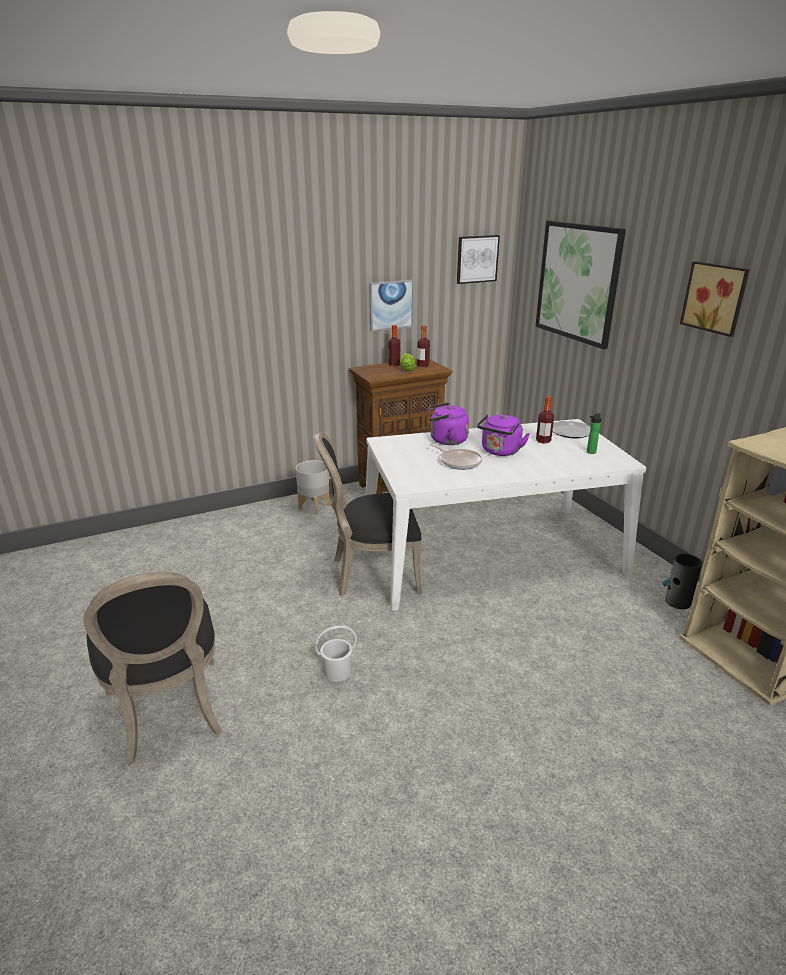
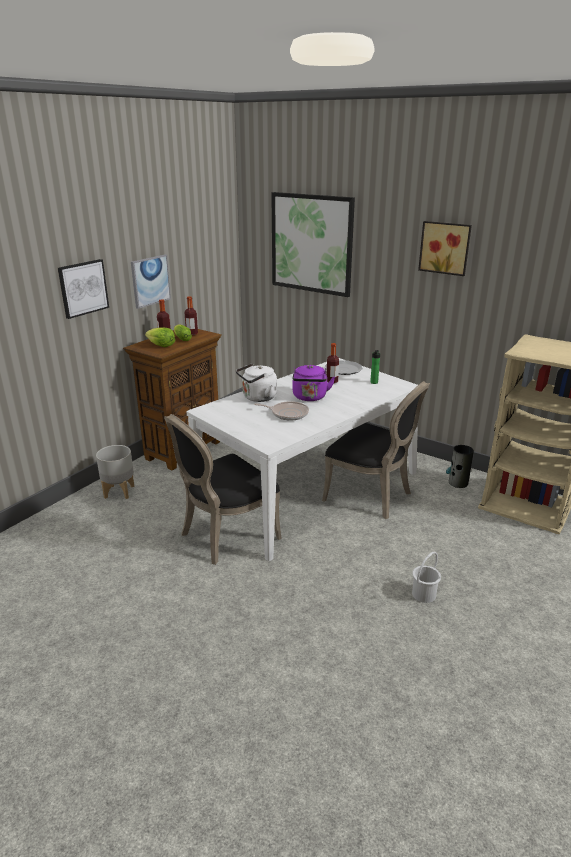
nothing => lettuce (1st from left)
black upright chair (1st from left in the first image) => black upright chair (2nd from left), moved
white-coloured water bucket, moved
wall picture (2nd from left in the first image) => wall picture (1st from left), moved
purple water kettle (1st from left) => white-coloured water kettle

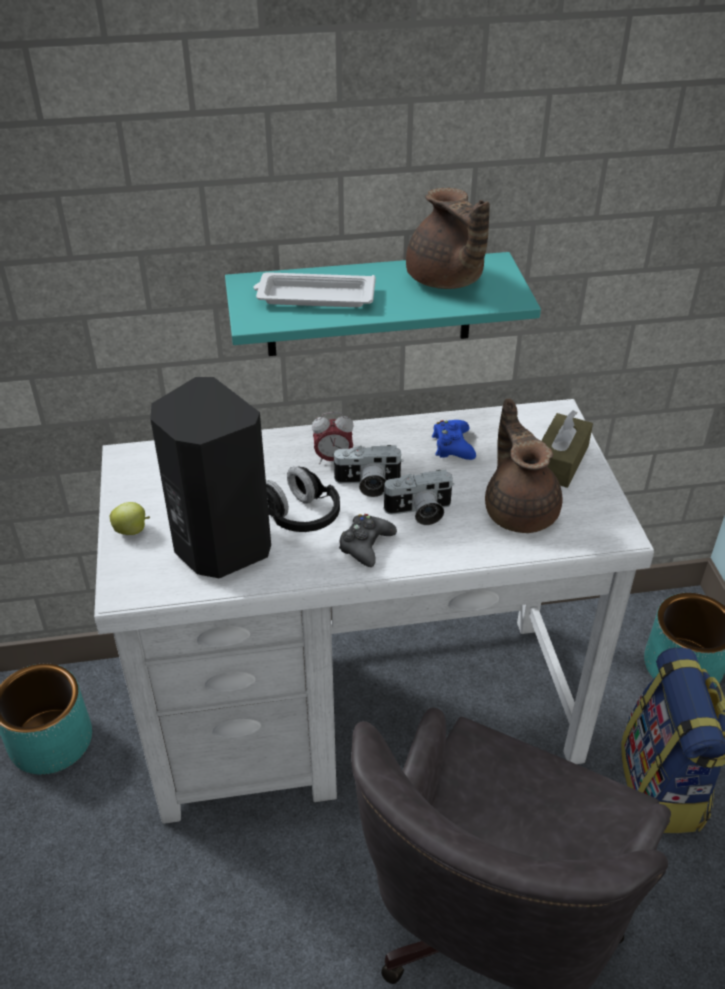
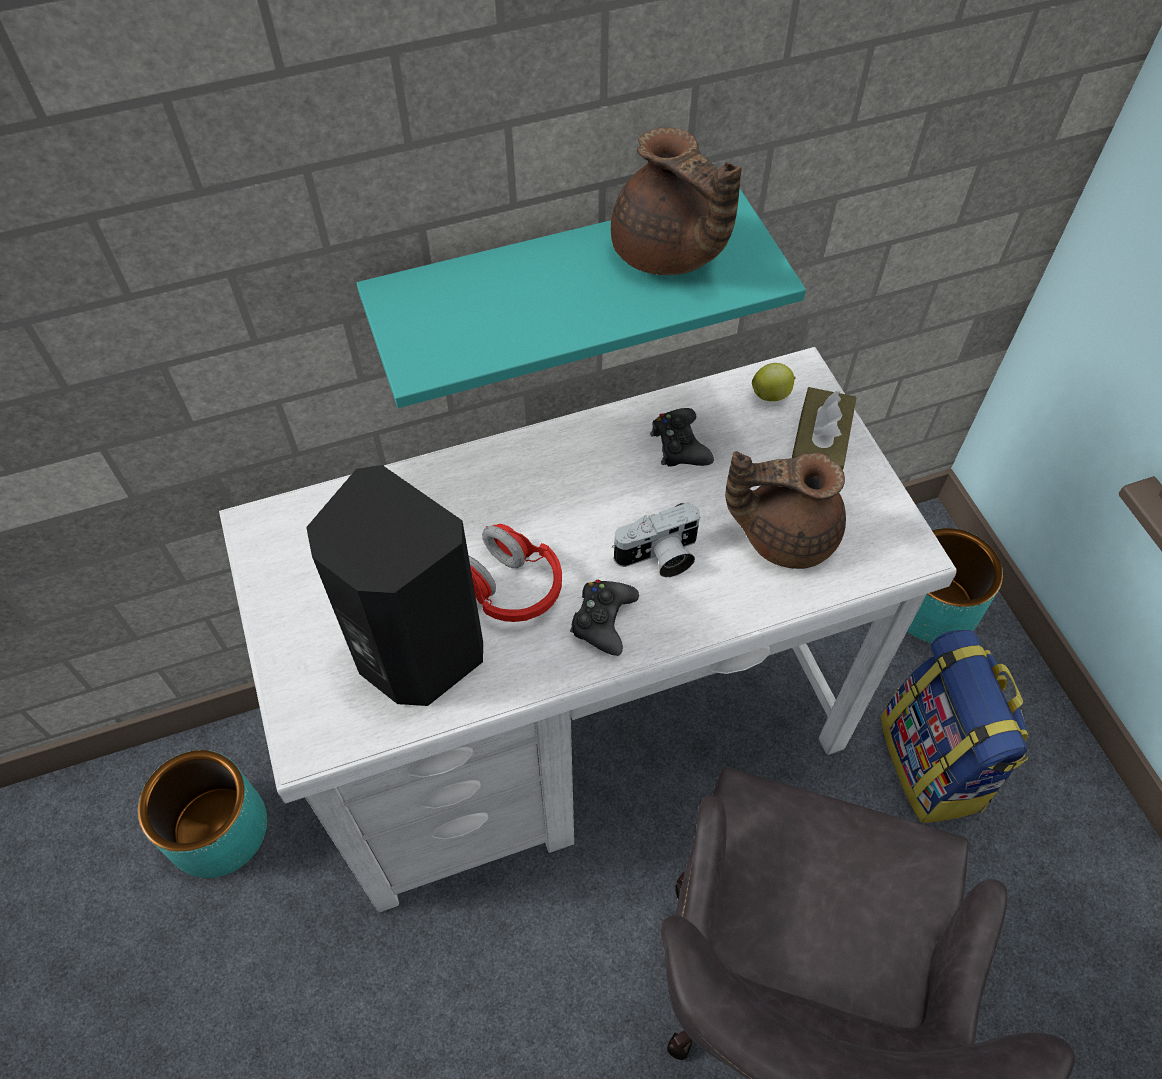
white-coloured serving tray => nothing
table clock => nothing
photo camera (1st from left) => nothing
whole apple, moved
black headset => reddish headset
blue-coloured joypad => black joypad (2nd from left)
brown-coloured teapot (2nd from left), 60 degrees counterclockwise

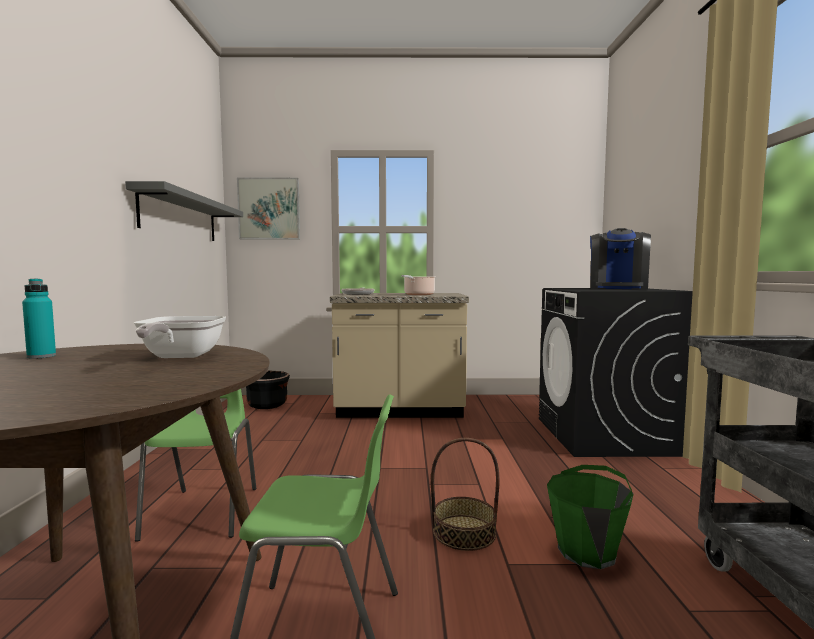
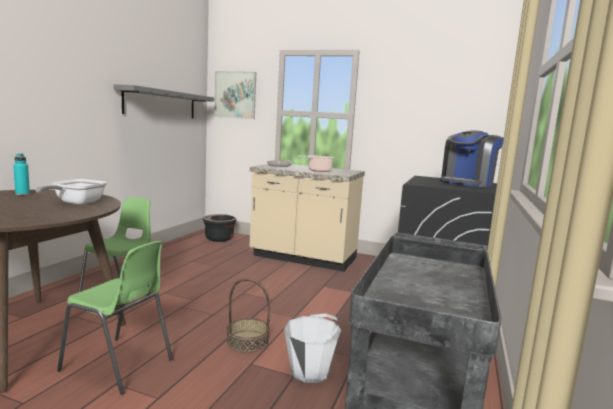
greenish water bucket => white-coloured water bucket

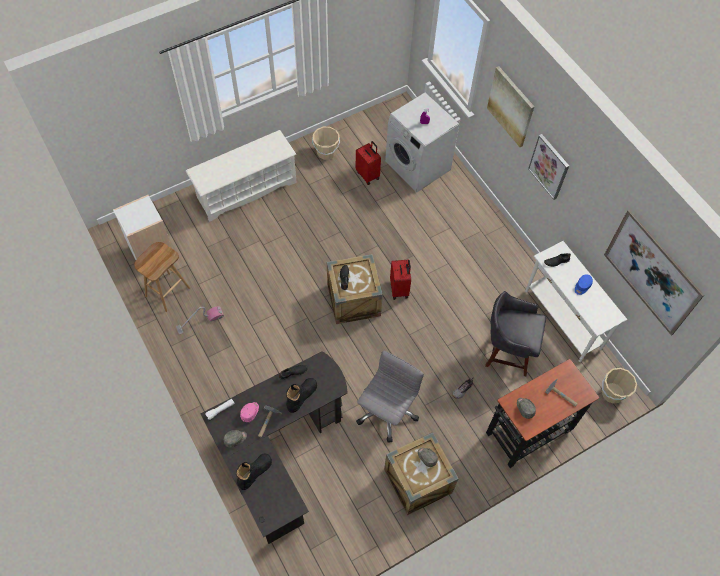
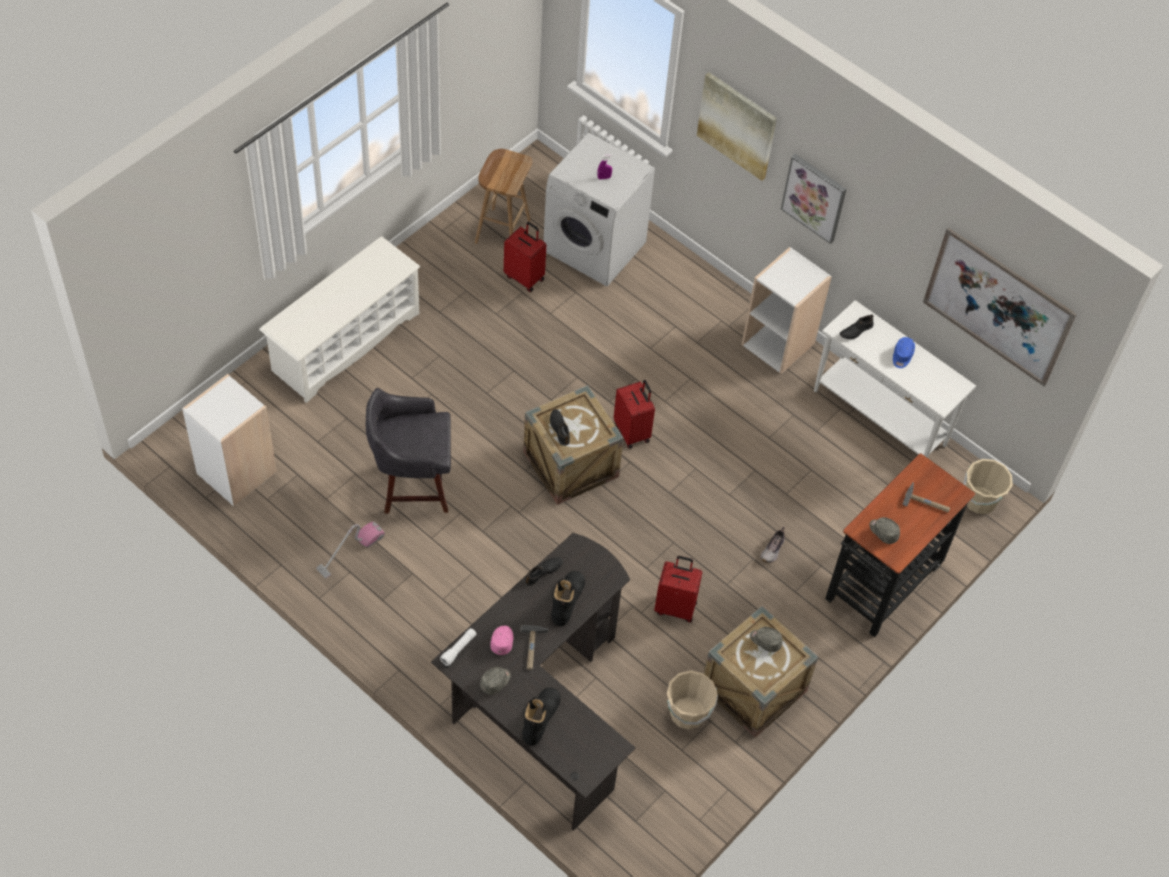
nothing => bookcase (2nd from left)
brown-coloured sitting stool, moved
sand-coloured water bucket (1st from left), moved
grey sitting stool, moved
grey office chair => reddish piece of luggage (3rd from left)

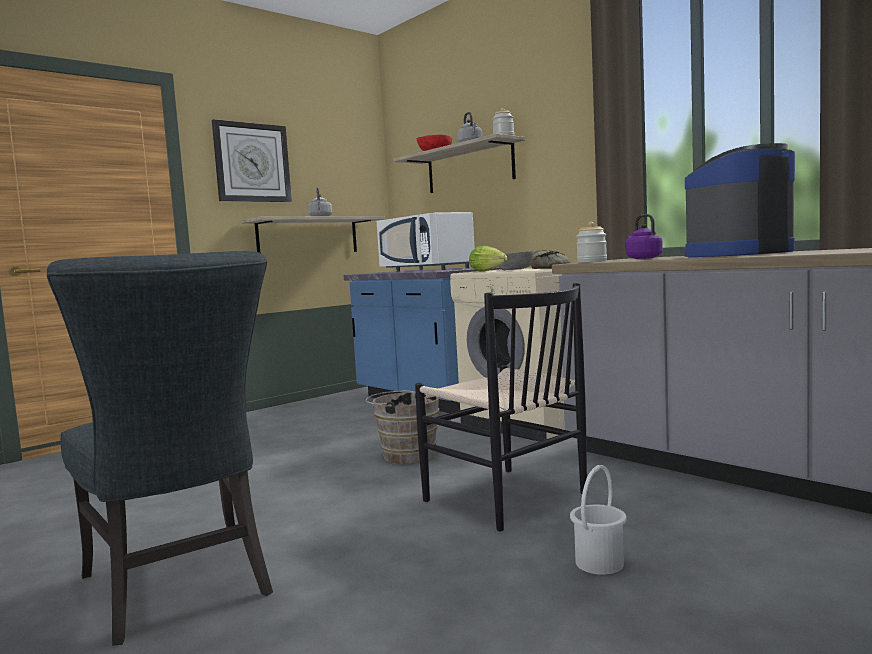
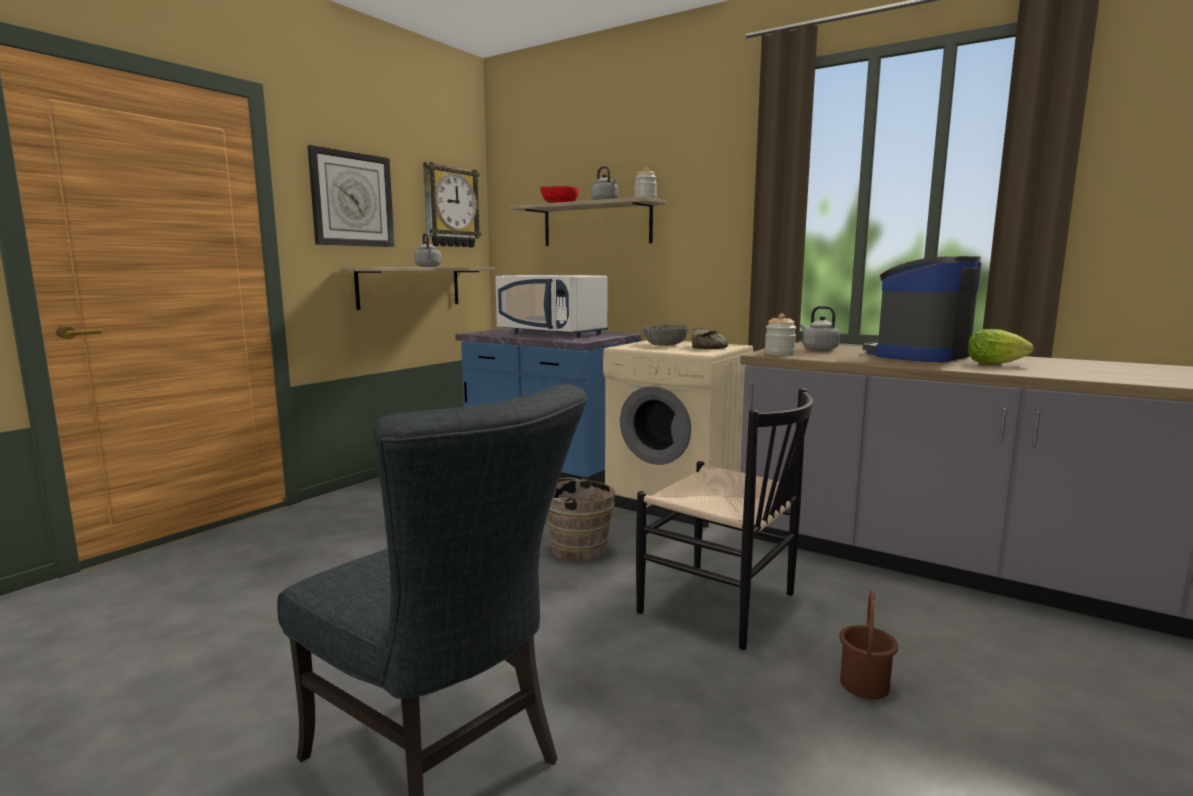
nothing => wall clock (2nd from left)
lettuce, moved
white-coloured water bucket => brown-coloured water bucket (2nd from left)
purple water kettle => grey water kettle (3rd from left)

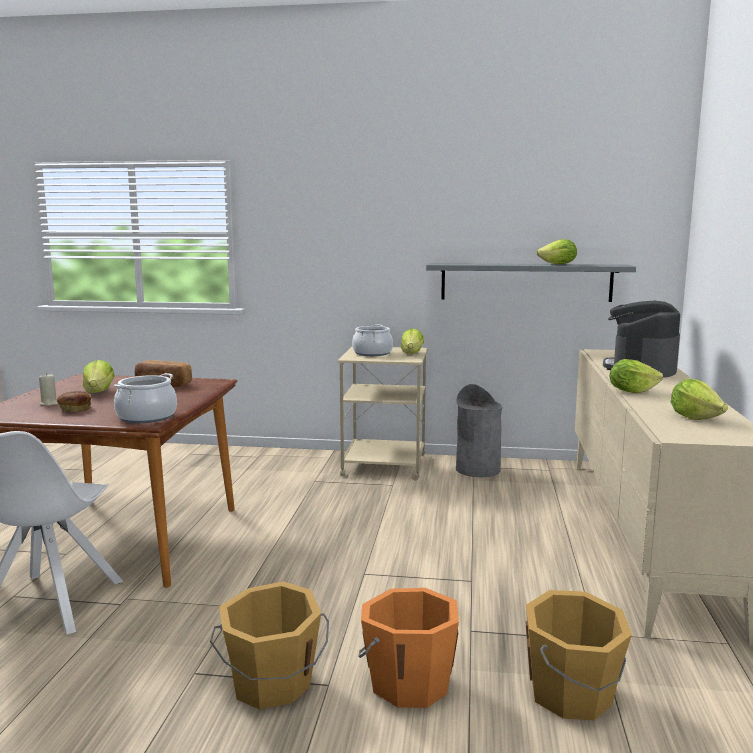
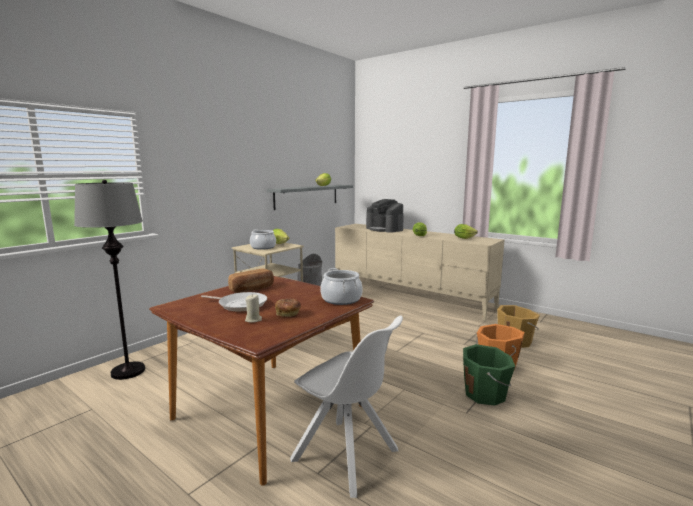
nothing => grey standard lamp
lettuce (1st from left) => skillet
orangey water bucket (1st from left) => greenish water bucket

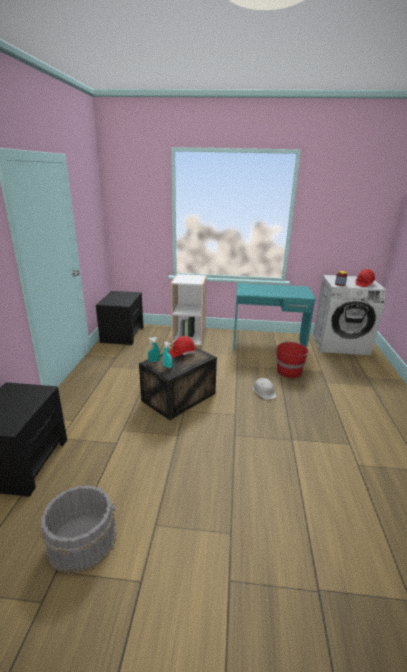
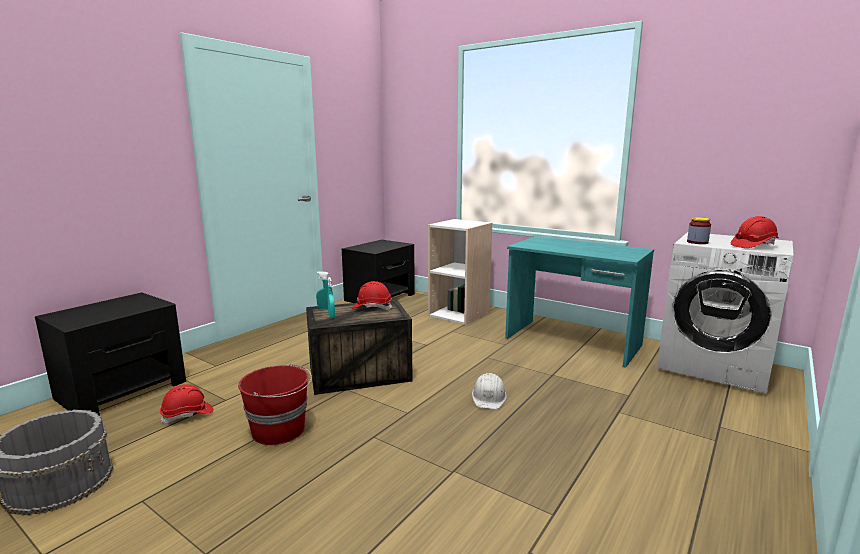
nothing => reddish safety helmet (1st from left)
reddish water bucket, moved

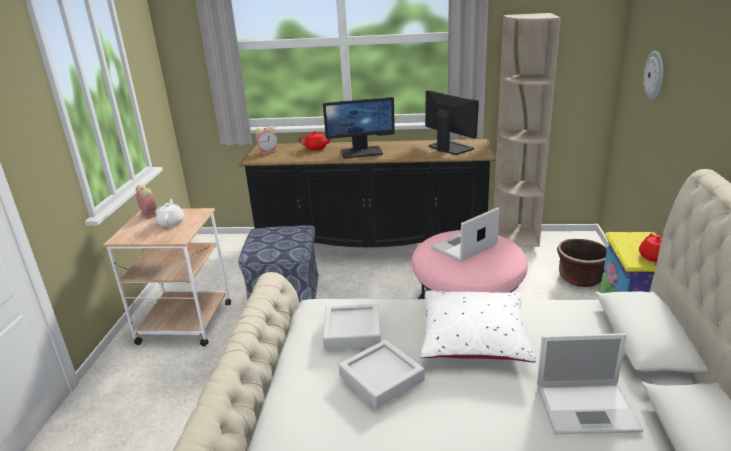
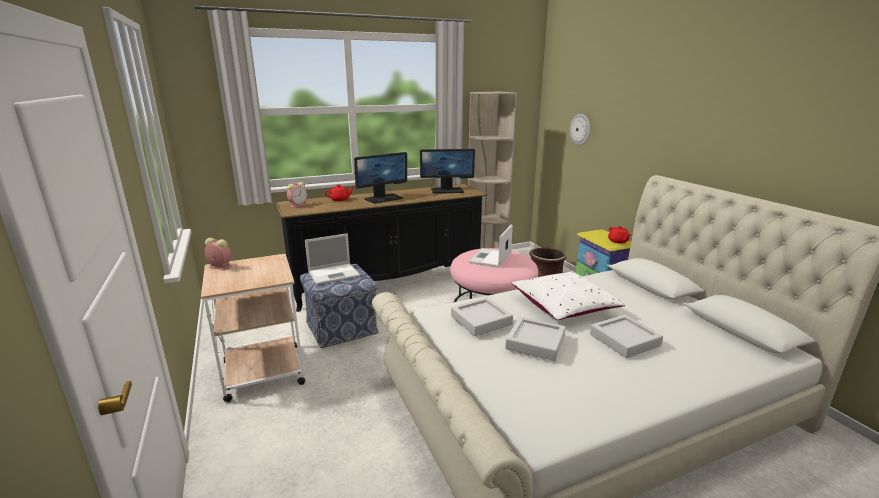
white-coloured teapot => nothing
nothing => grey serving tray (3rd from left)
laptop (2nd from left in the first image) => laptop (1st from left), moved
monitor (2nd from left), 150 degrees clockwise

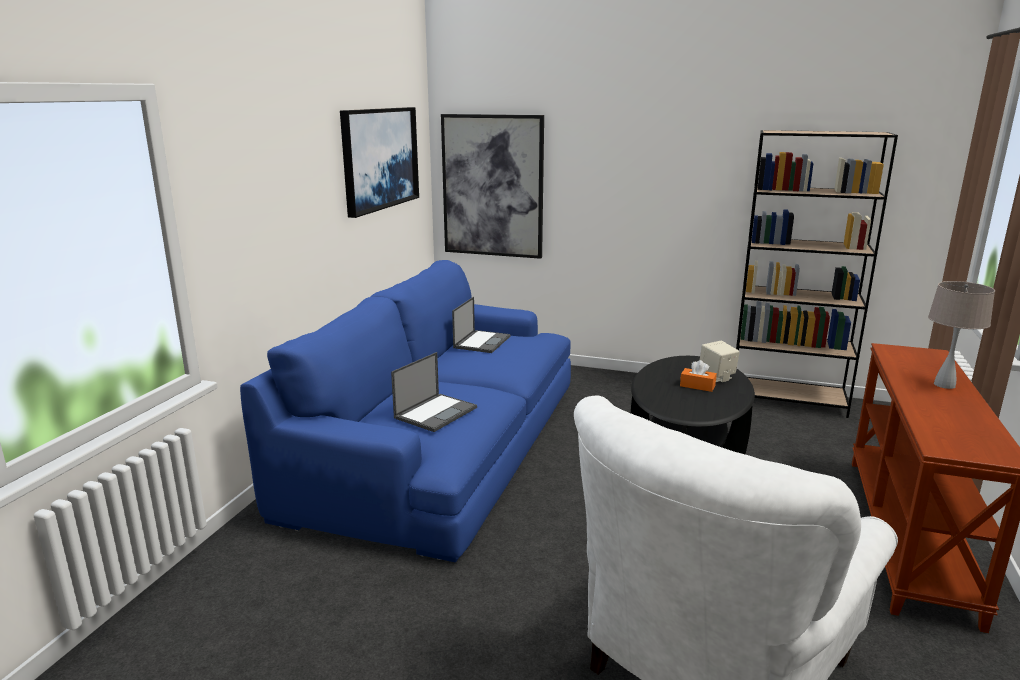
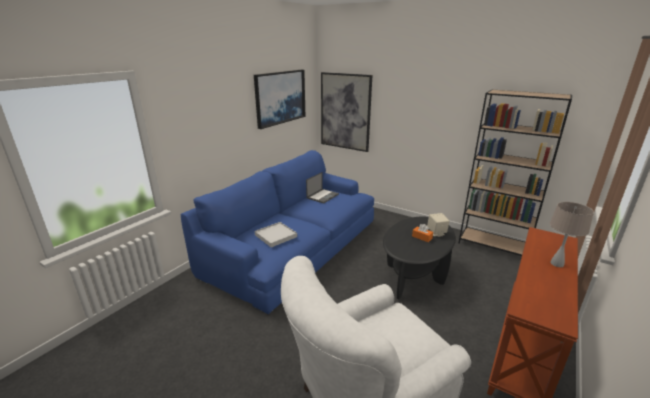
laptop (1st from left) => white-coloured serving tray

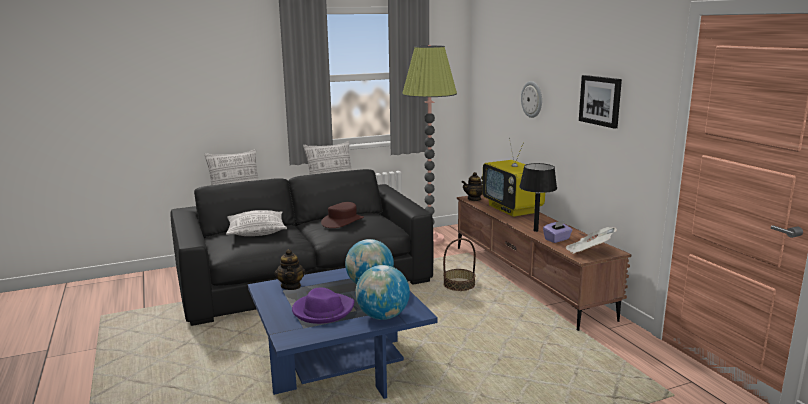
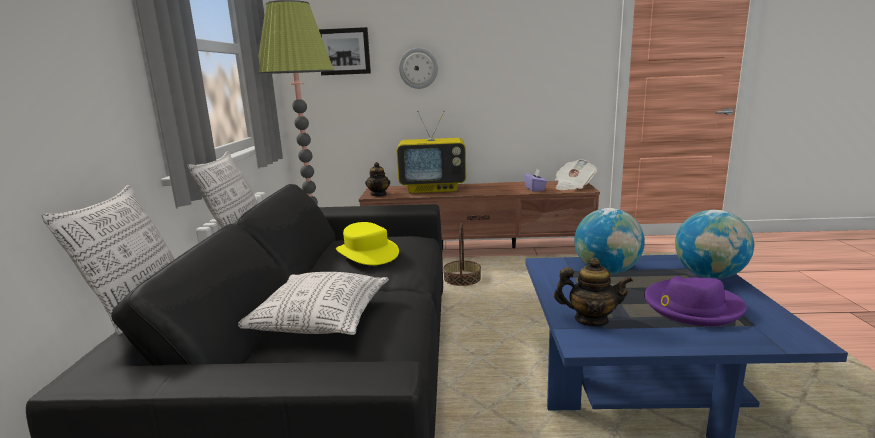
black lamp for a table => nothing
wall picture, moved
brown-coloured clothing hat => yellow clothing hat

